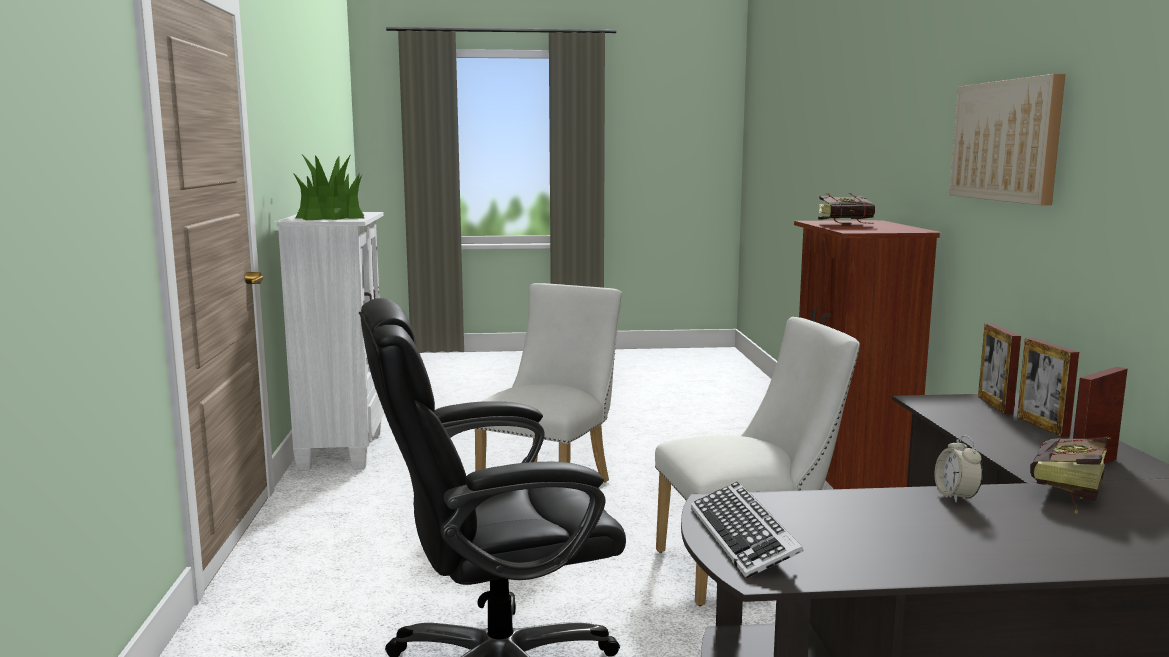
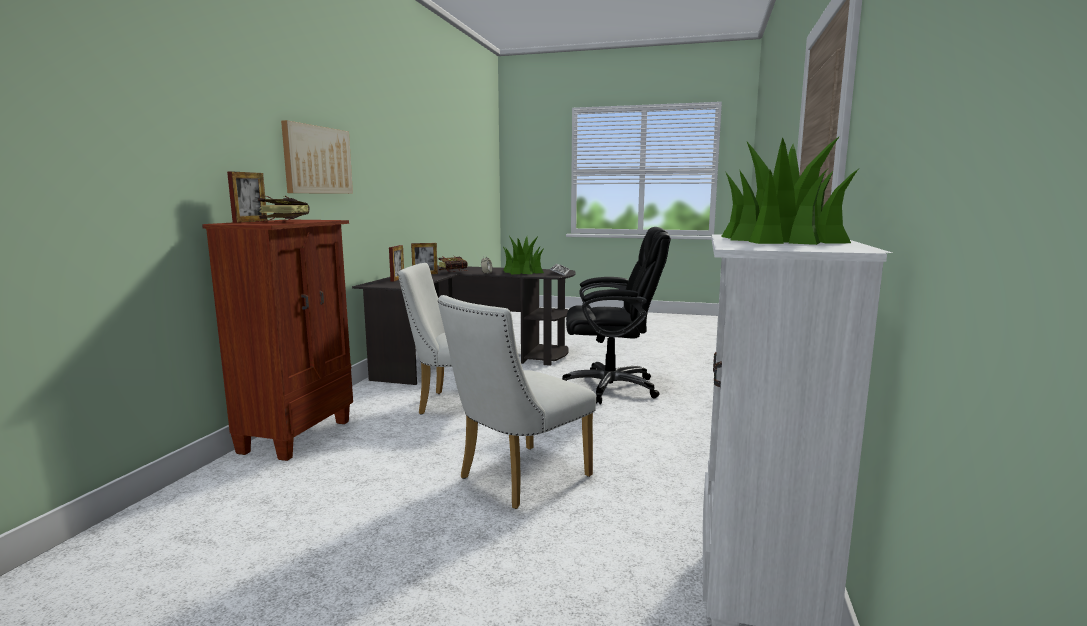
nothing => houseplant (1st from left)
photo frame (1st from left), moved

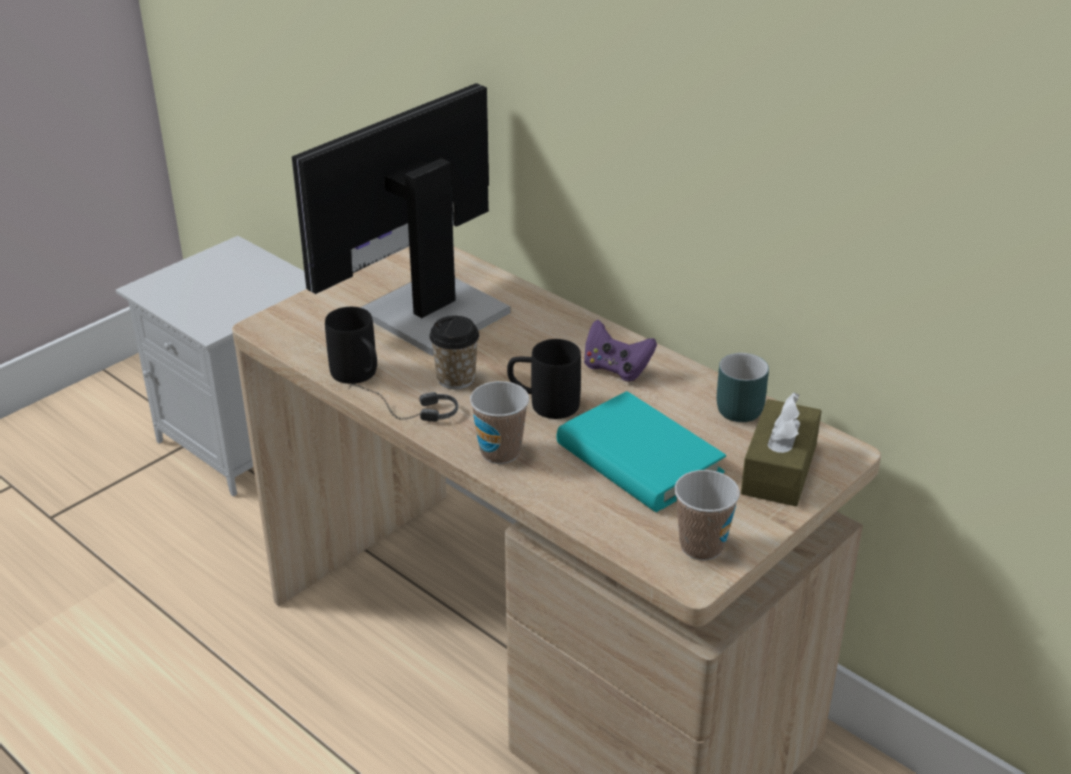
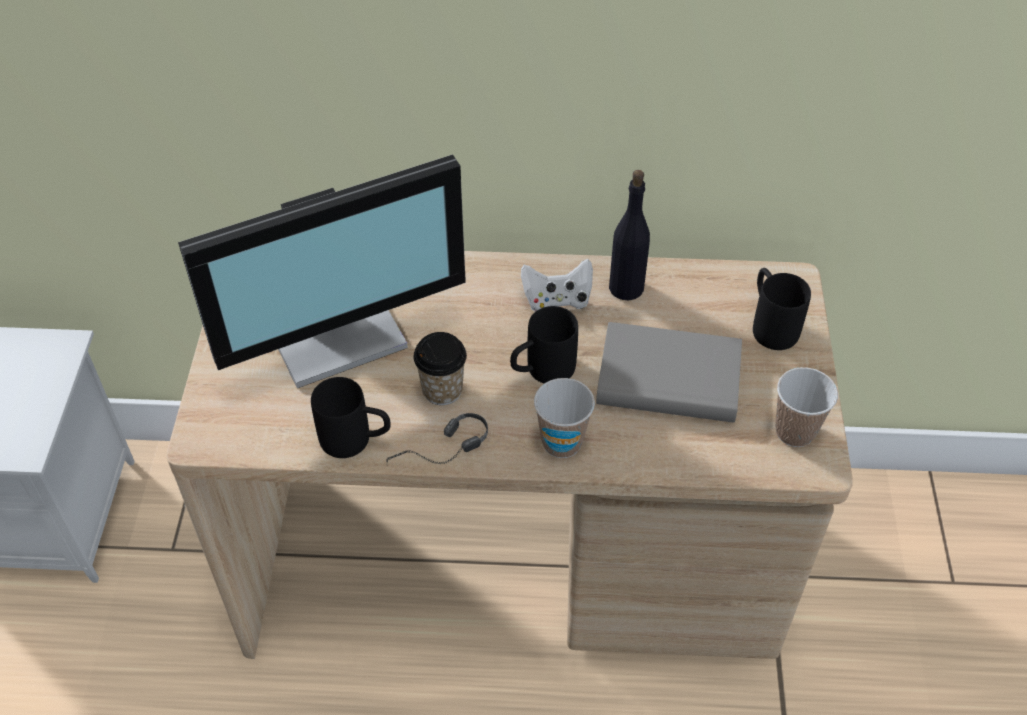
turquoise coffee mug => nothing
nothing => black beverage bottle
brown-coloured tissue holder => black coffee mug (3rd from left)
turquoise volume => grey volume
purple joypad => white-coloured joypad
monitor, 120 degrees counterclockwise

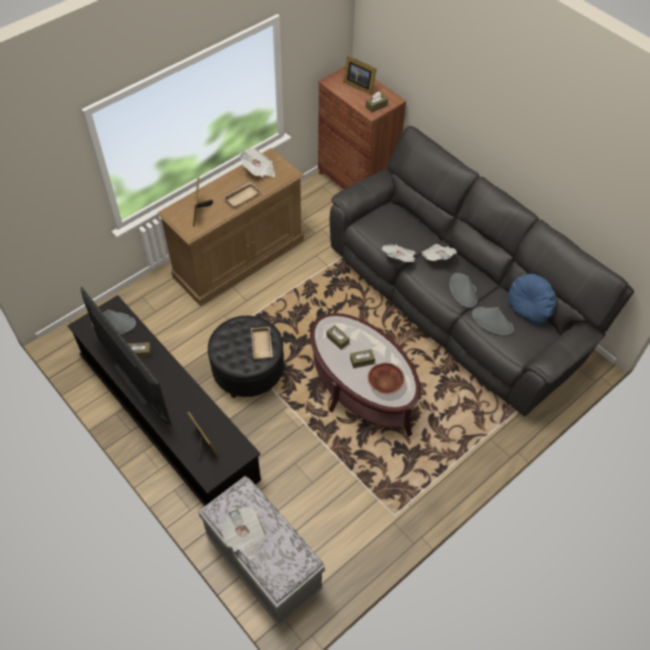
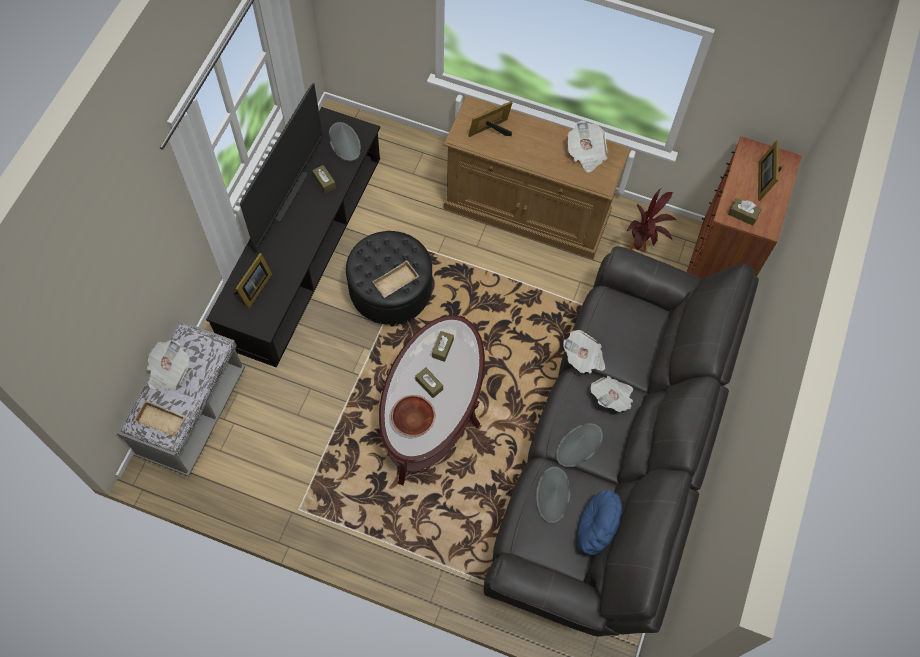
nothing => houseplant
sand-coloured serving tray (1st from left), moved

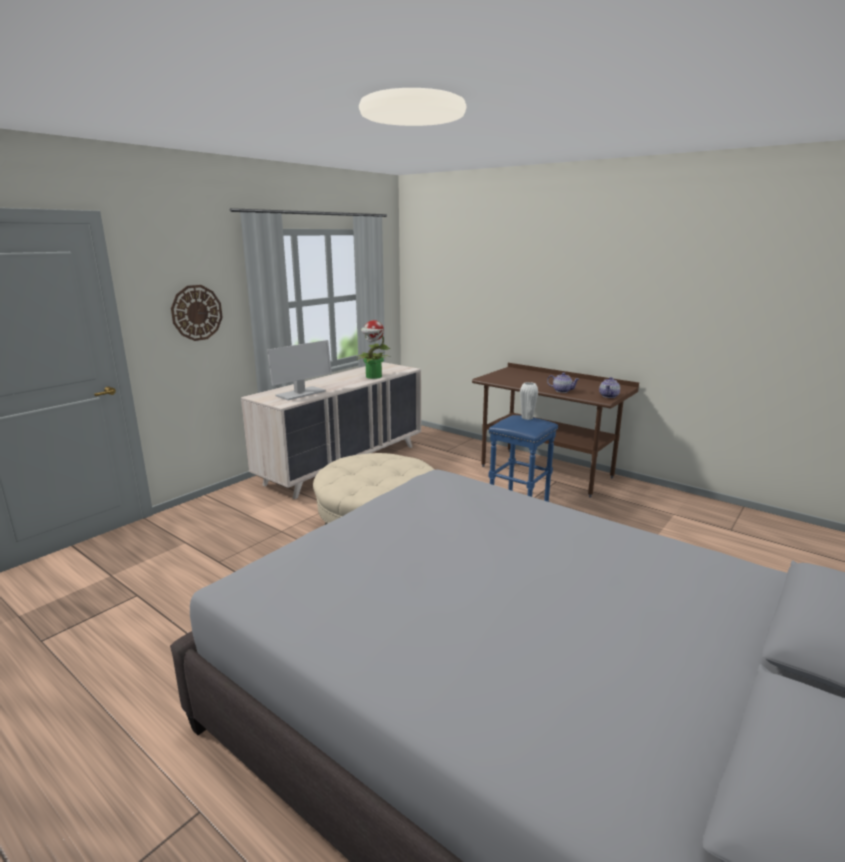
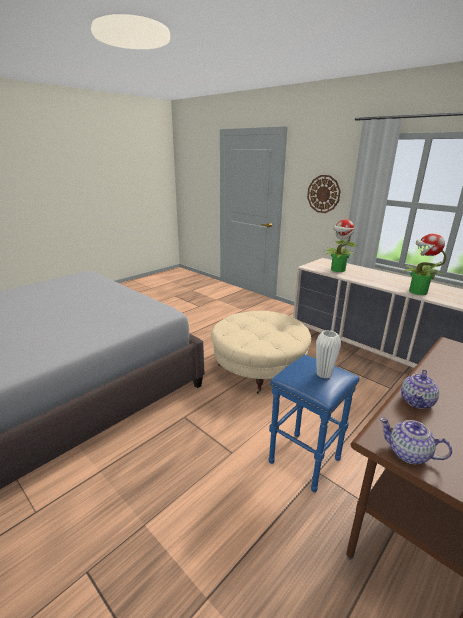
monitor => houseplant (1st from left)

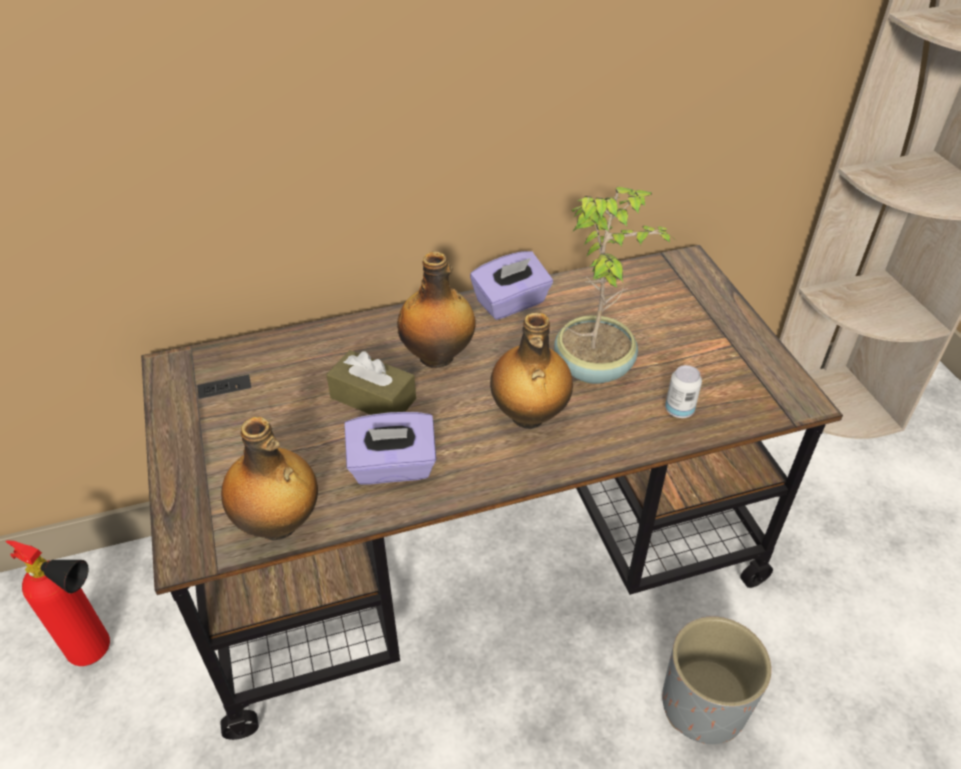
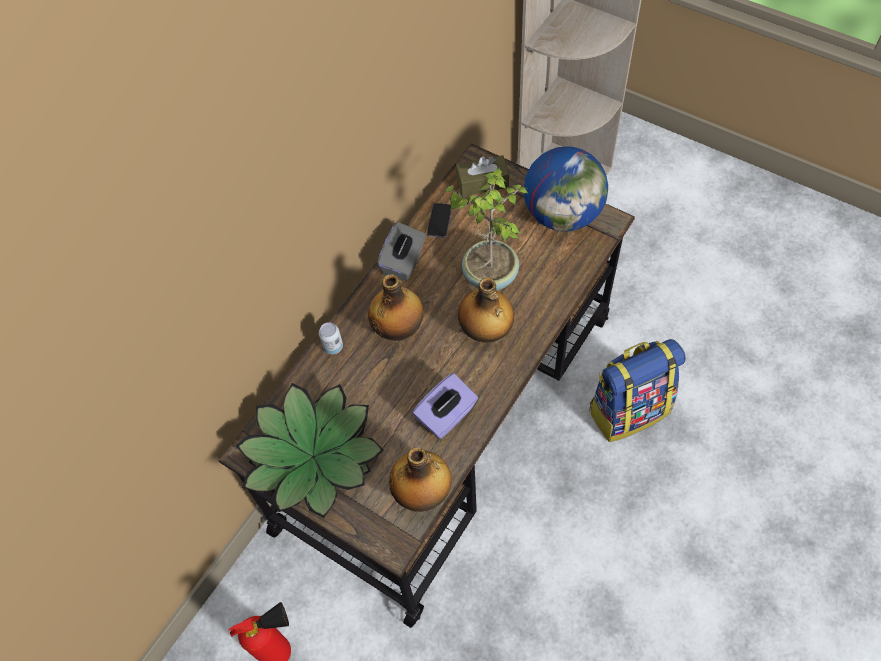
nothing => houseplant (1st from left)
nothing => phone
nothing => desk globe
brown-coloured tissue holder, moved
metal can, moved
grey planter => backpack
purple tissue holder (2nd from left) => grey tissue holder

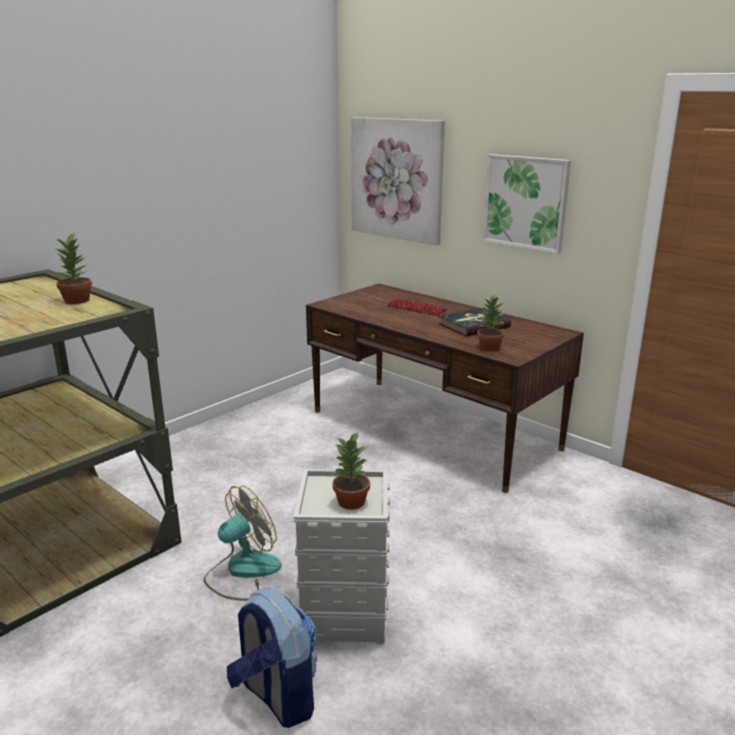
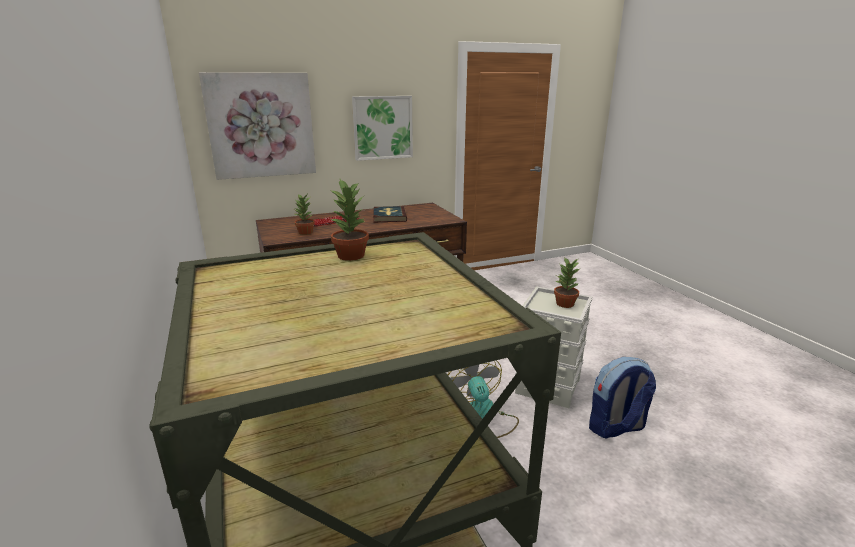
houseplant (3rd from left in the first image) => houseplant (1st from left), moved

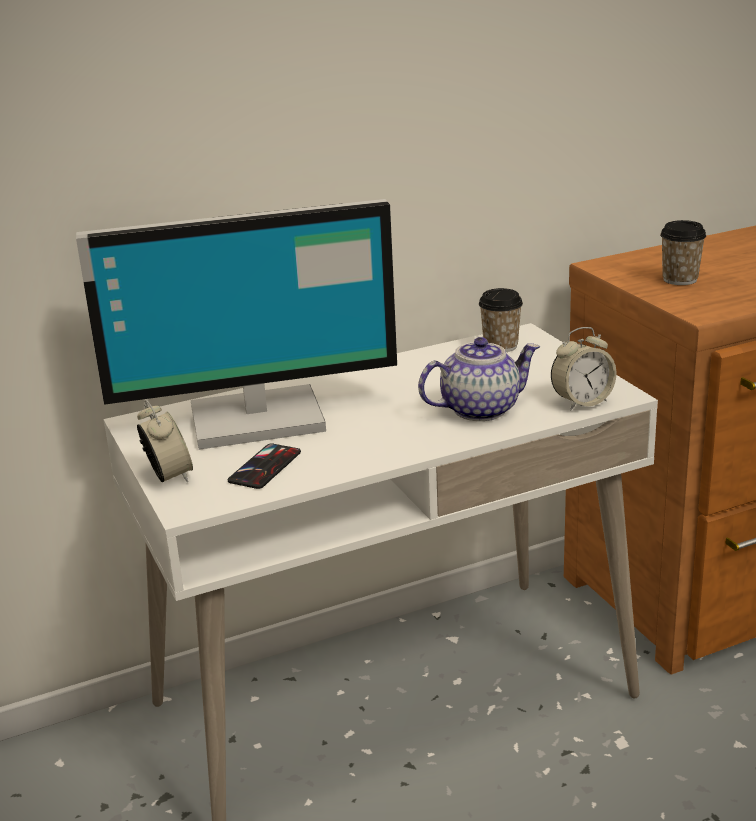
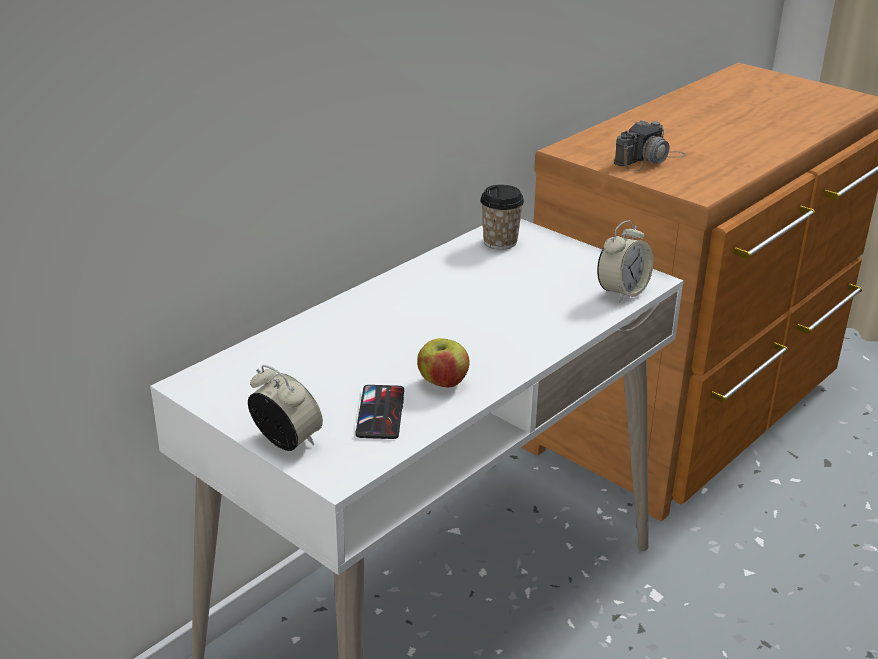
monitor => nothing
teapot => nothing
nothing => whole apple
small cup (2nd from left) => photo camera

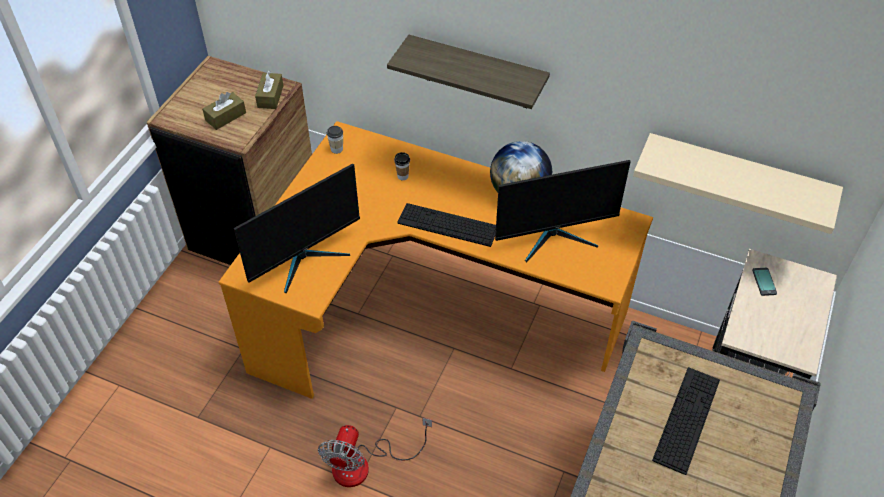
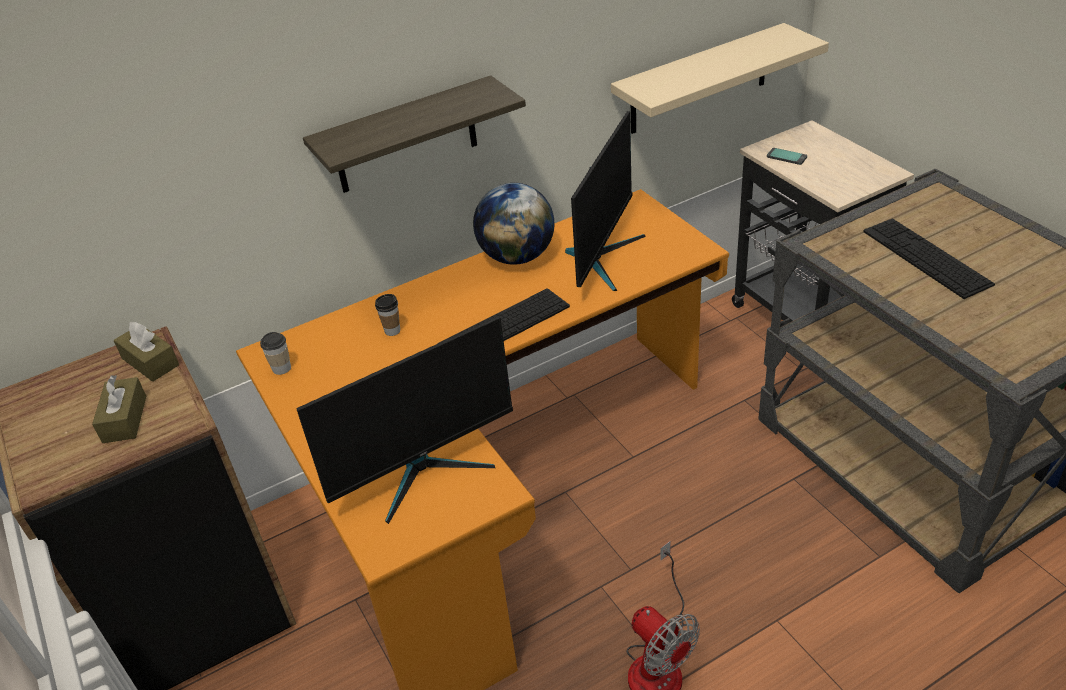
monitor (1st from left), 60 degrees clockwise

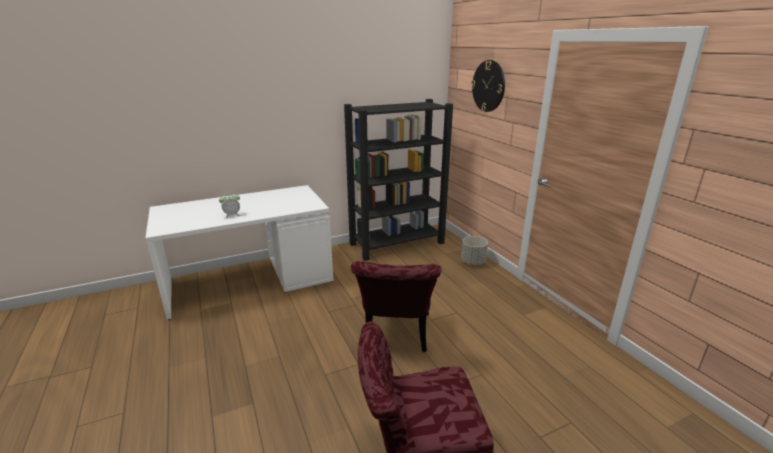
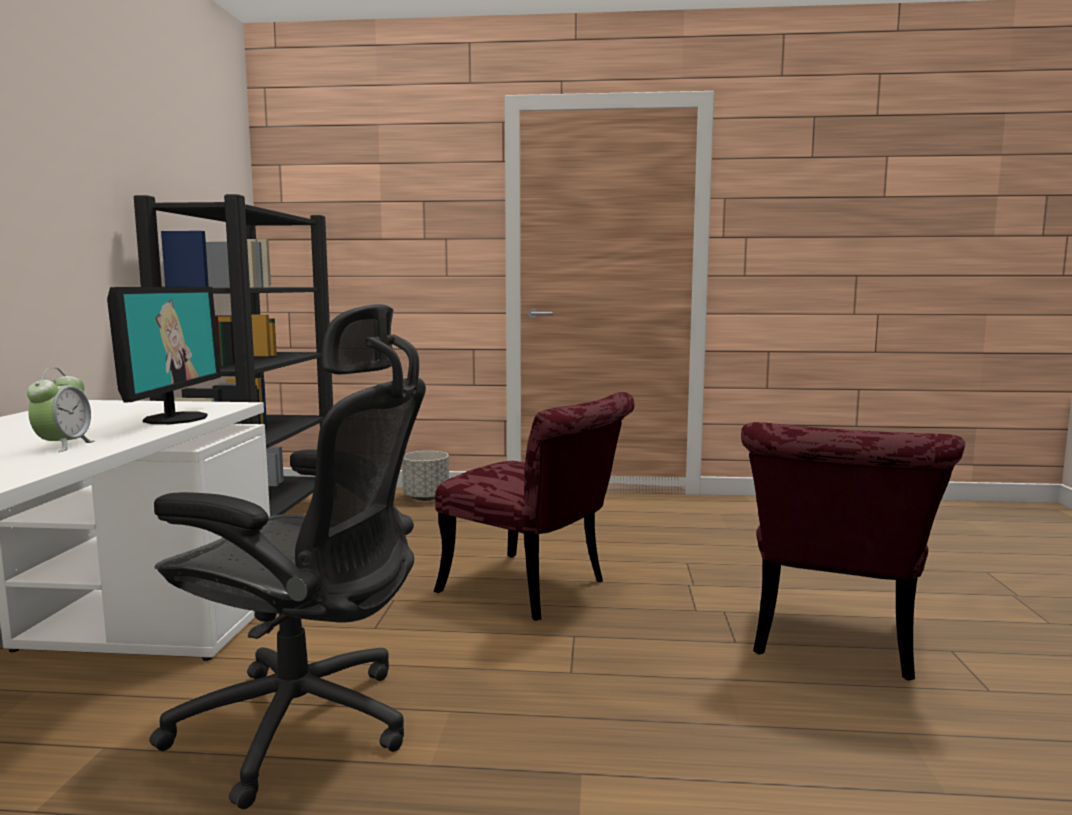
wall clock => nothing
nothing => monitor
nothing => office chair

